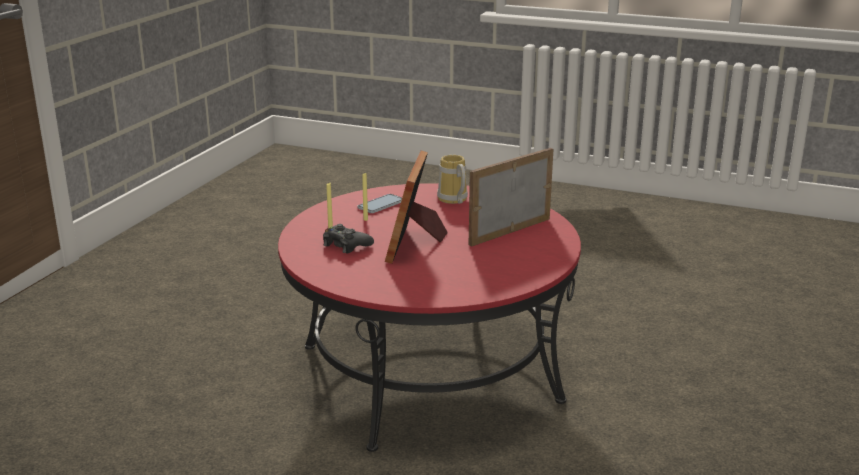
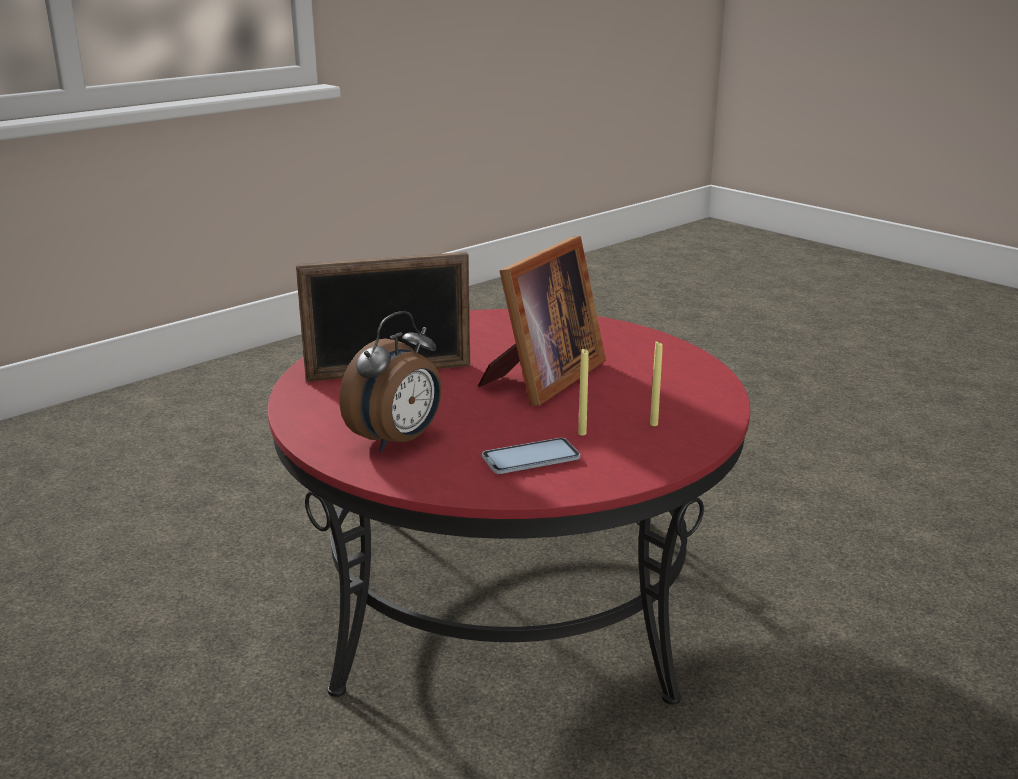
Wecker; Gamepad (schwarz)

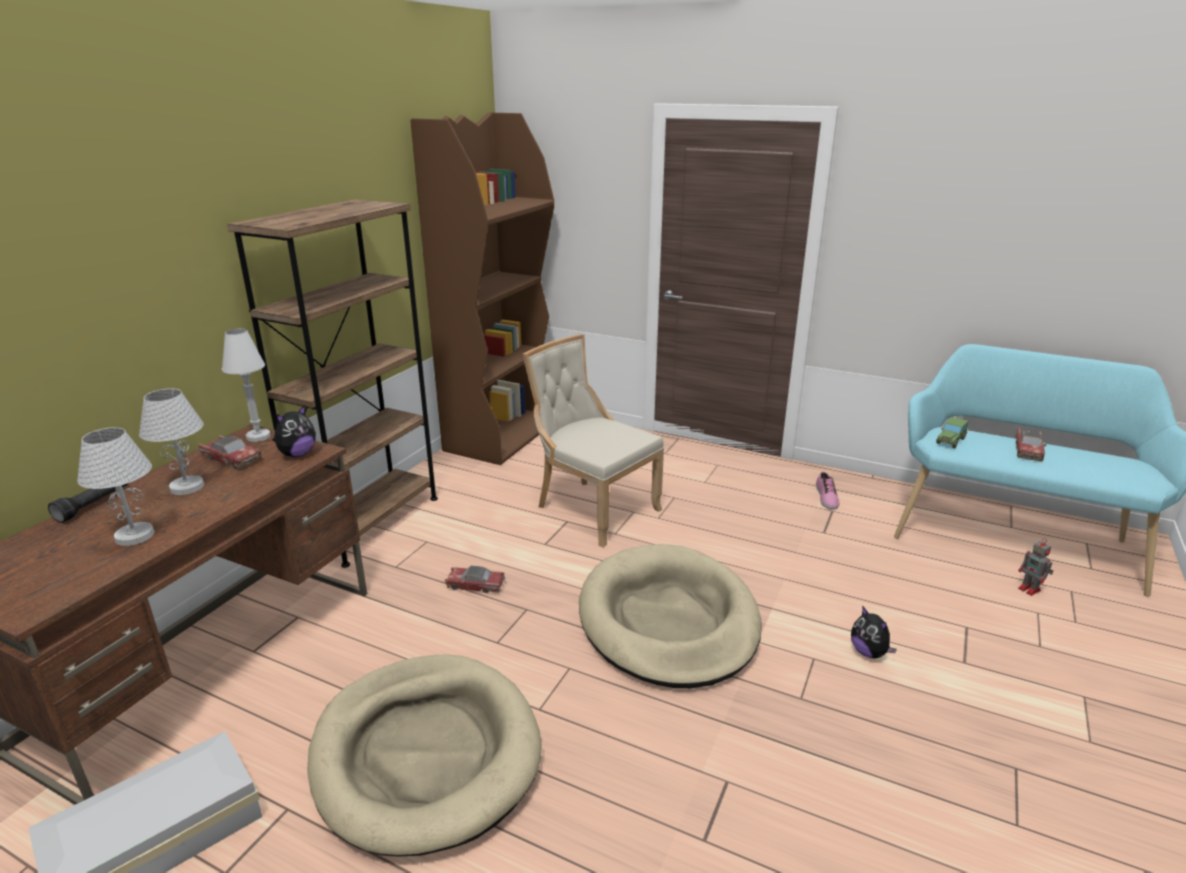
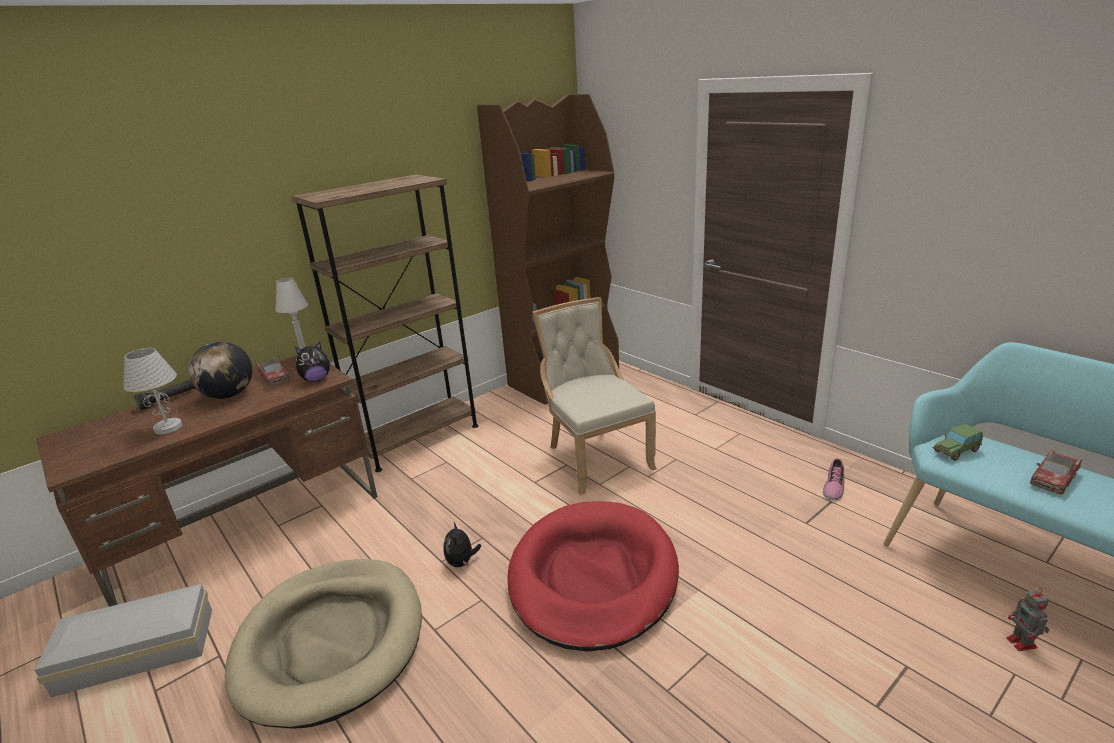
Globus; Hundebett (rot); Spielzeugauto (no. 2 from left in the first image); Plüschtier (no. 2 from left)

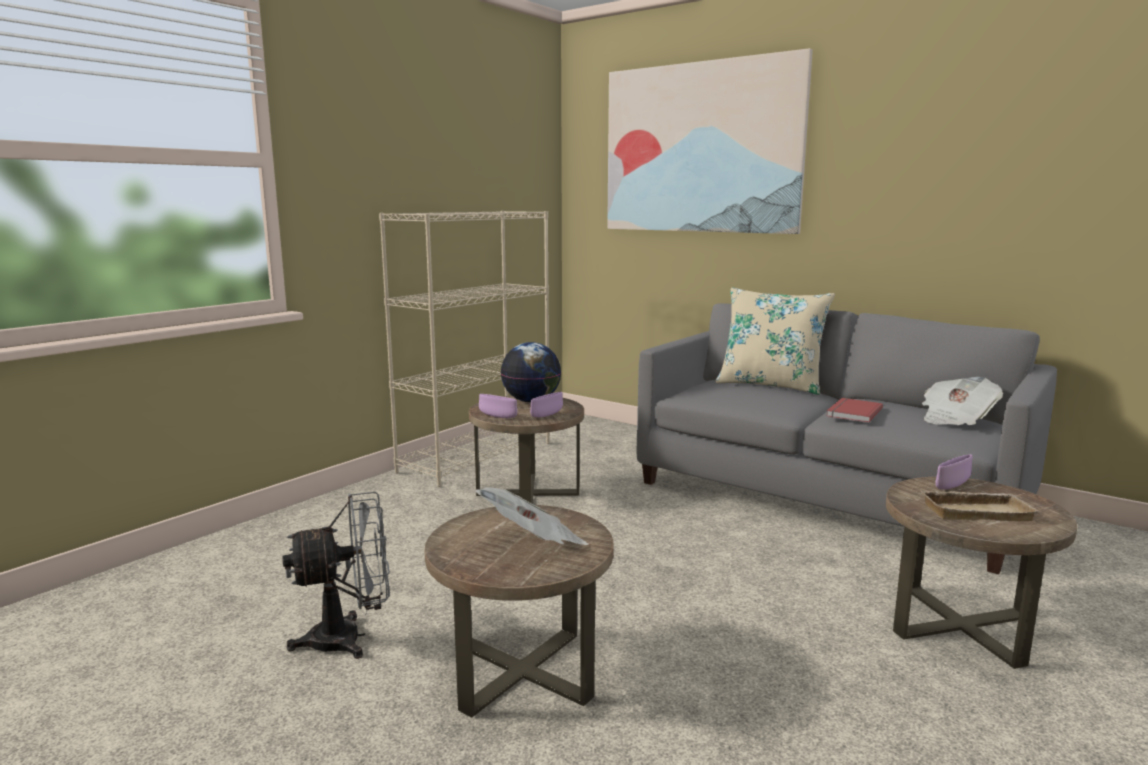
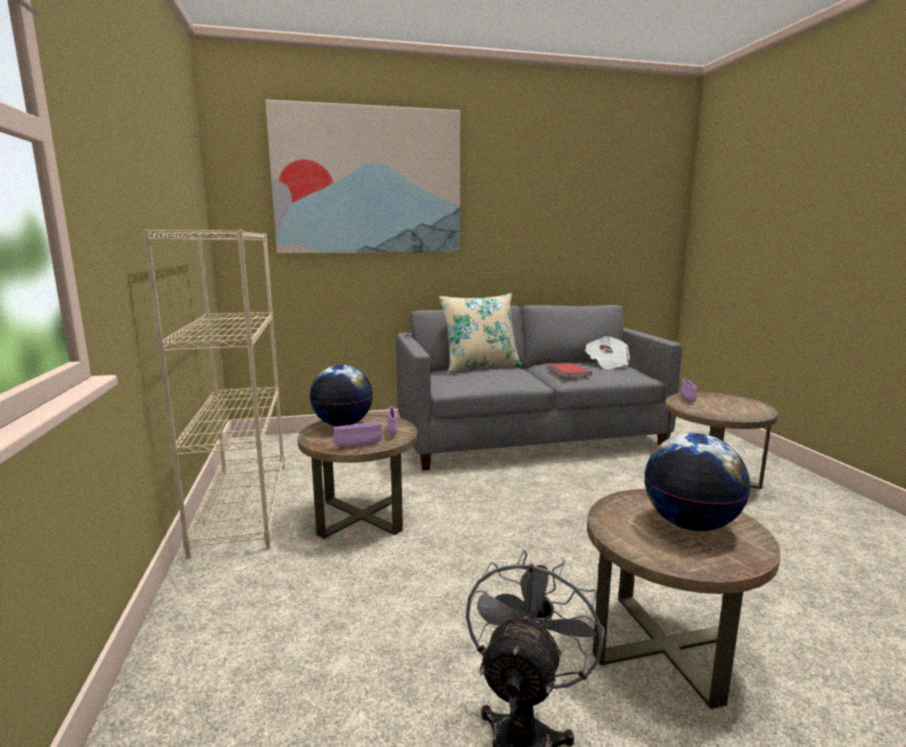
Globus (no. 2 from left); Tablett (beige)

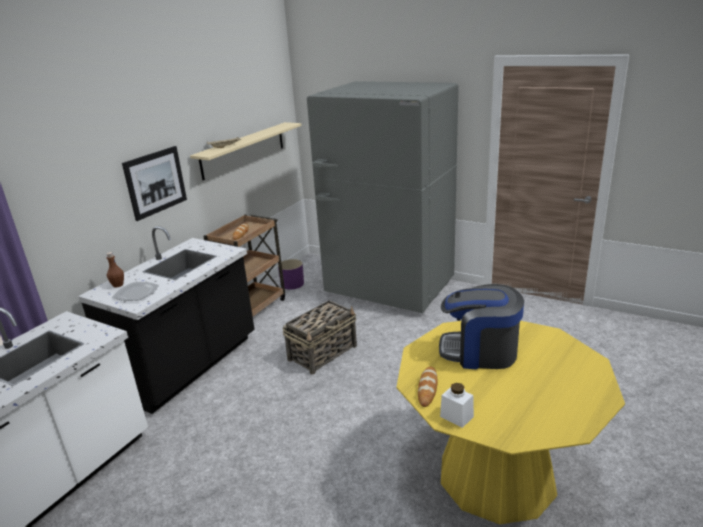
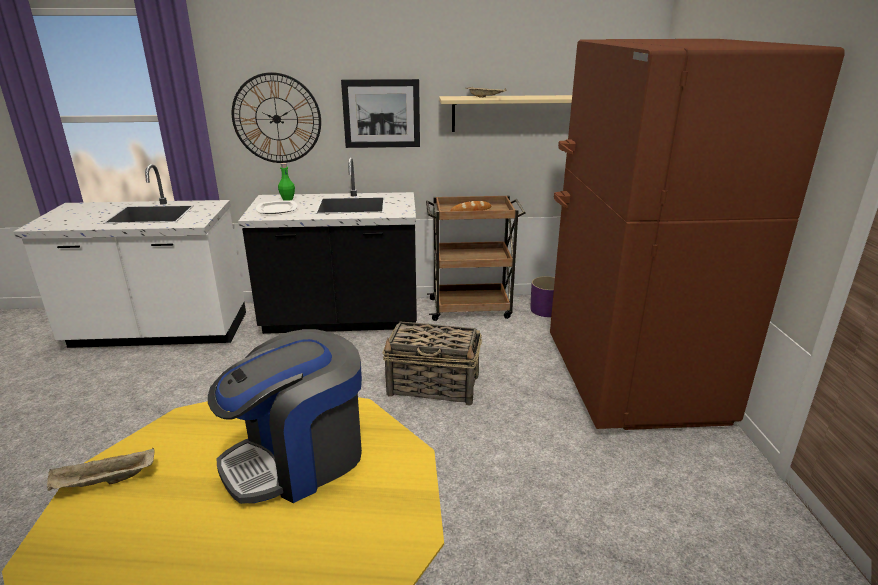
Kühlschrank (braun); Flasche (grün); Kaffeemaschine; Brot (no. 2 from left in the first image); Tablett (beige) (no. 1 from left); Wanduhr

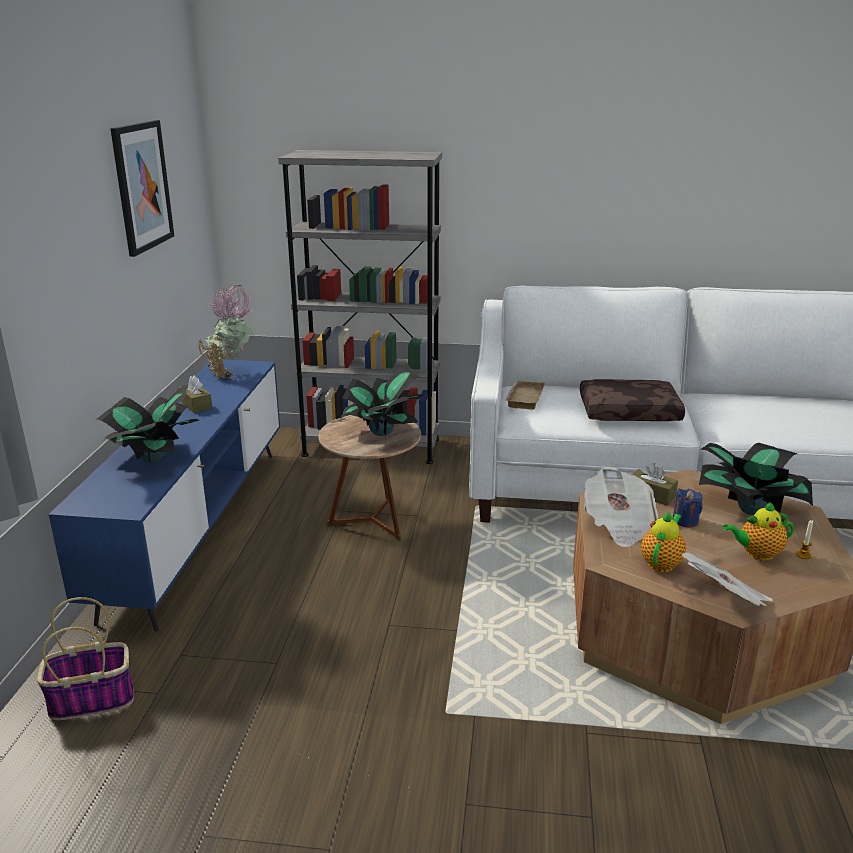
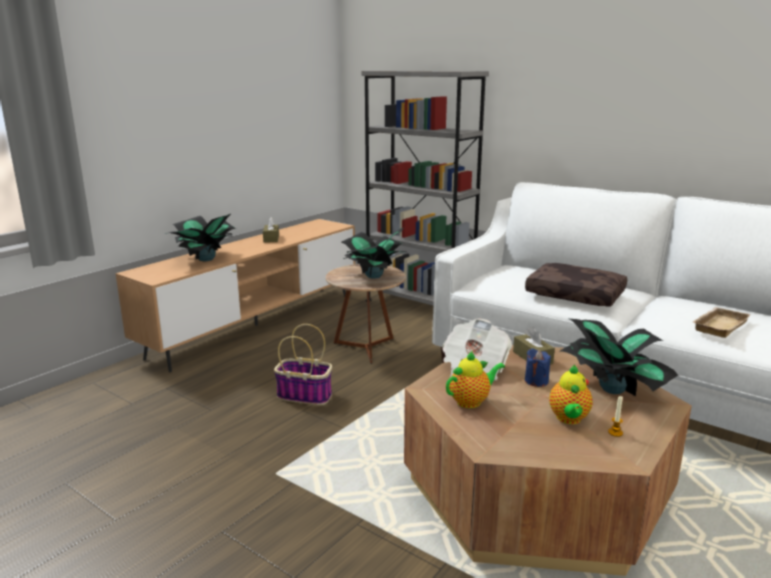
Bild; Topfpflanze (no. 2 from left in the first image); Fernsehschrank (braun); Tablett (beige); Teekanne (no. 2 from left); Zeitung (no. 2 from left in the first image); Korb

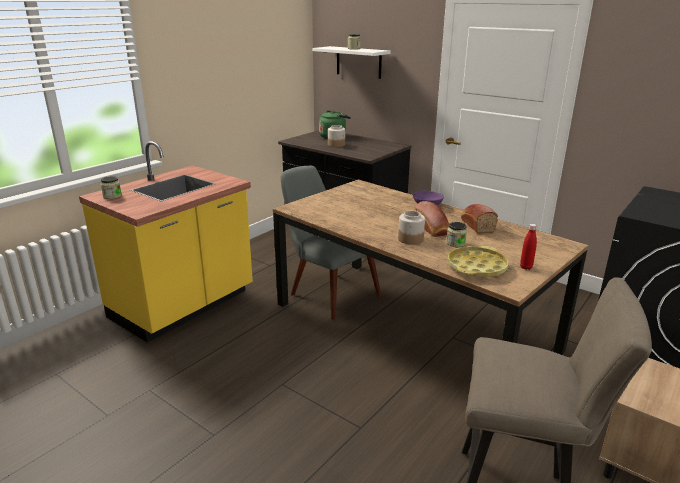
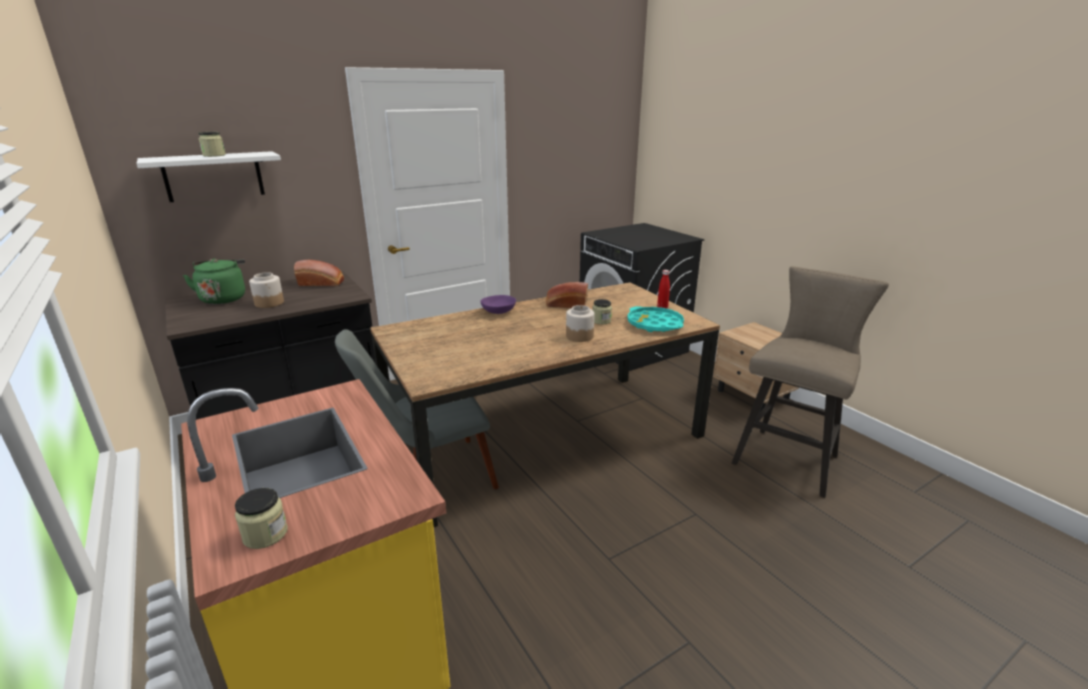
Brot (no. 1 from left); Tablett (türkis)

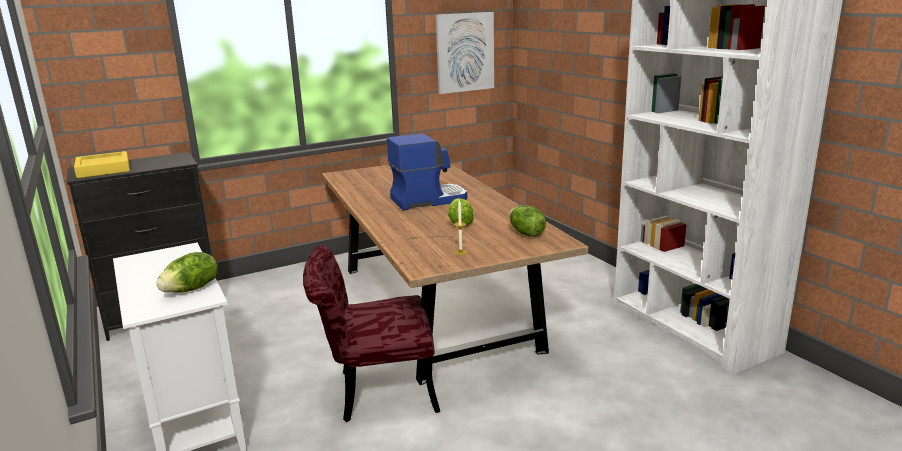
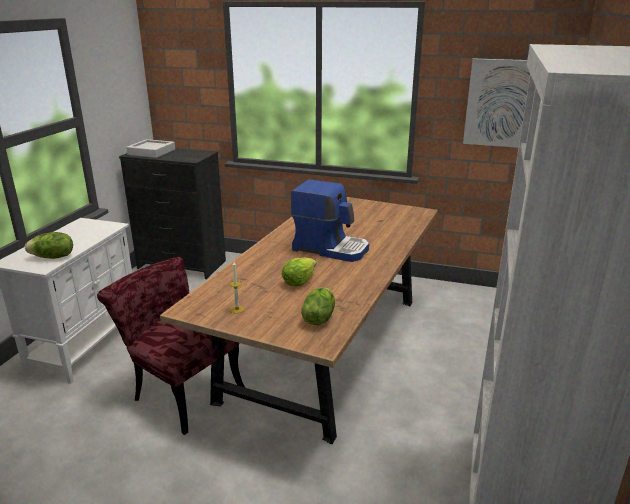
Tablett (grau)

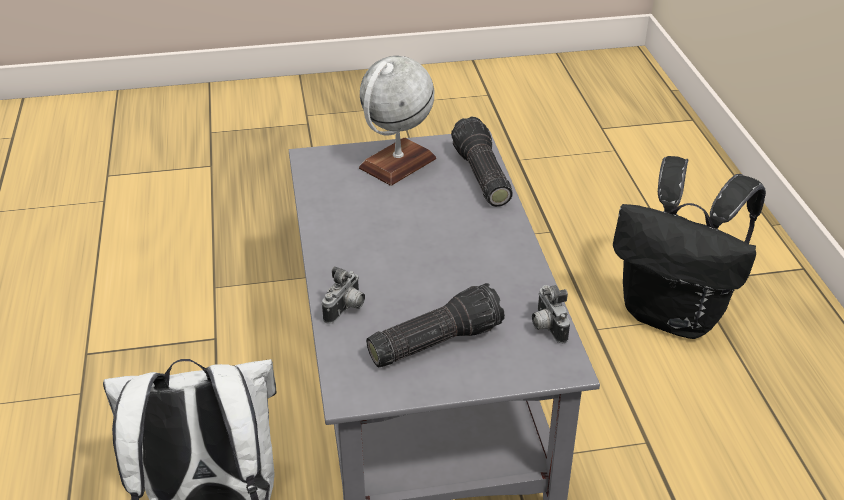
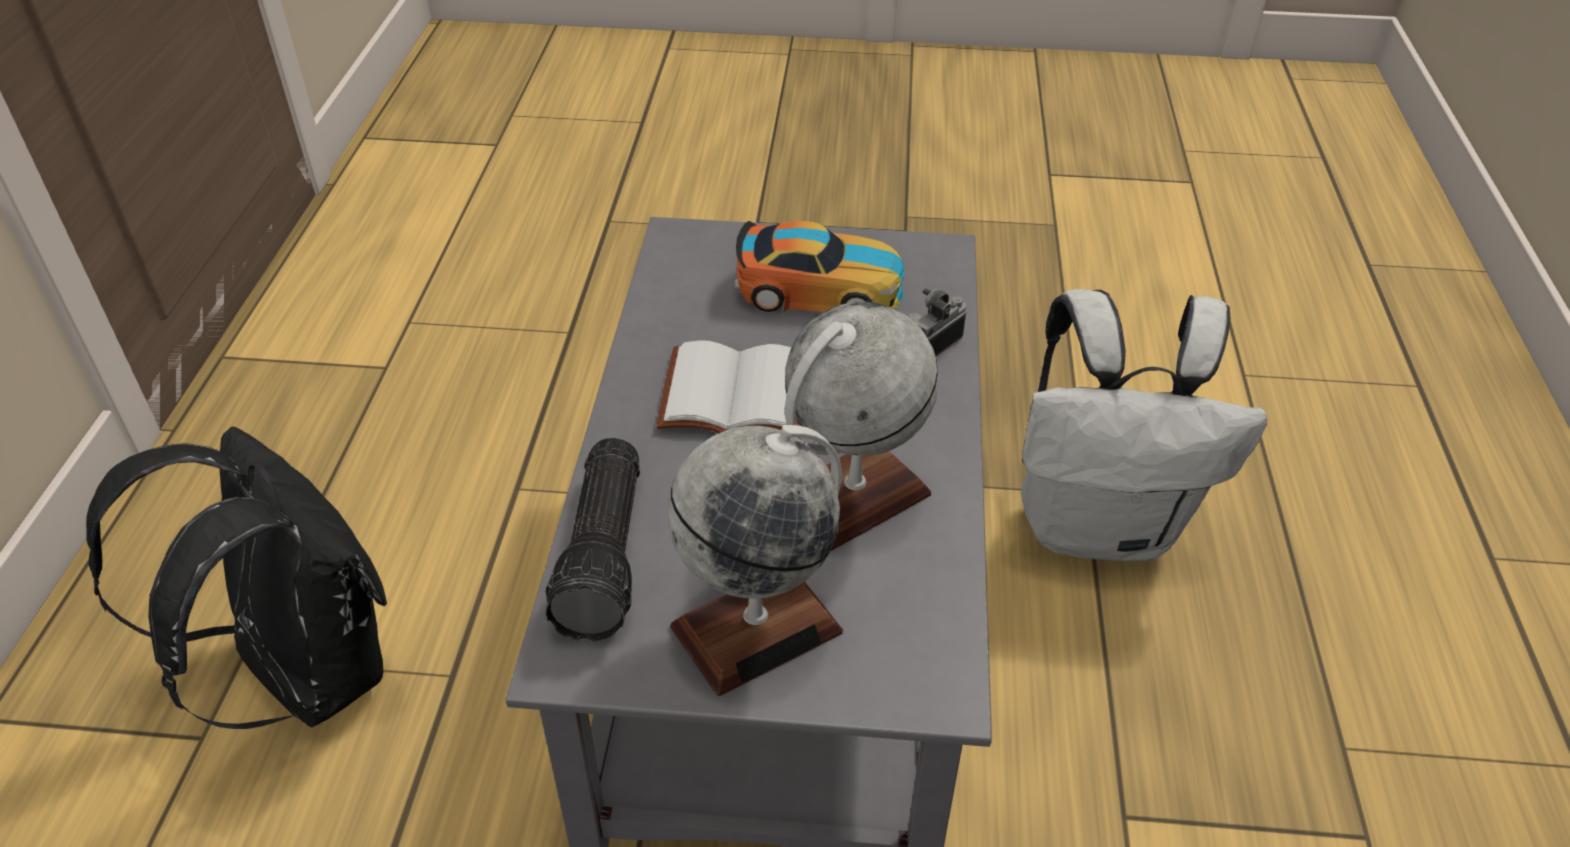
Spielzeugauto; Kamera (no. 2 from left in the first image); Globus (no. 2 from left); Buch (weiß)

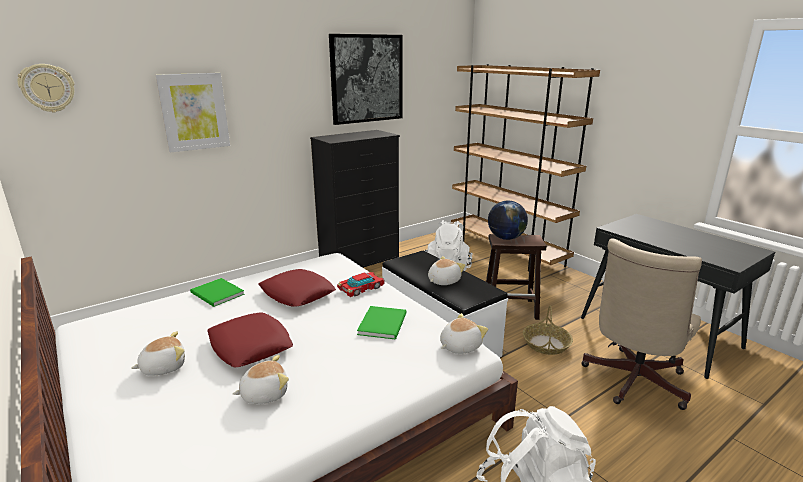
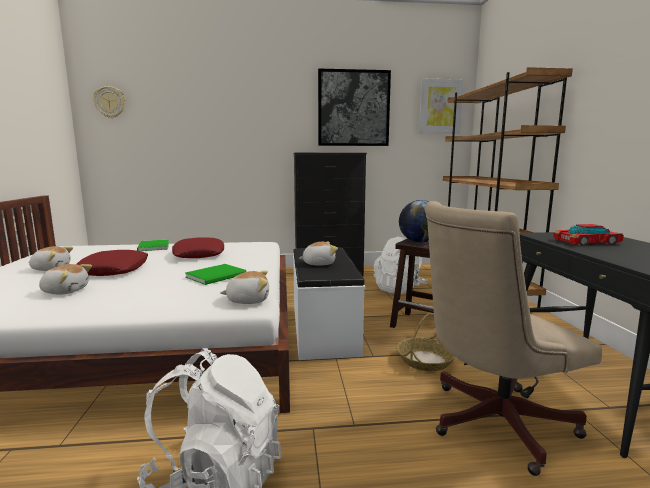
Bild (no. 2 from left); Spielzeugauto

